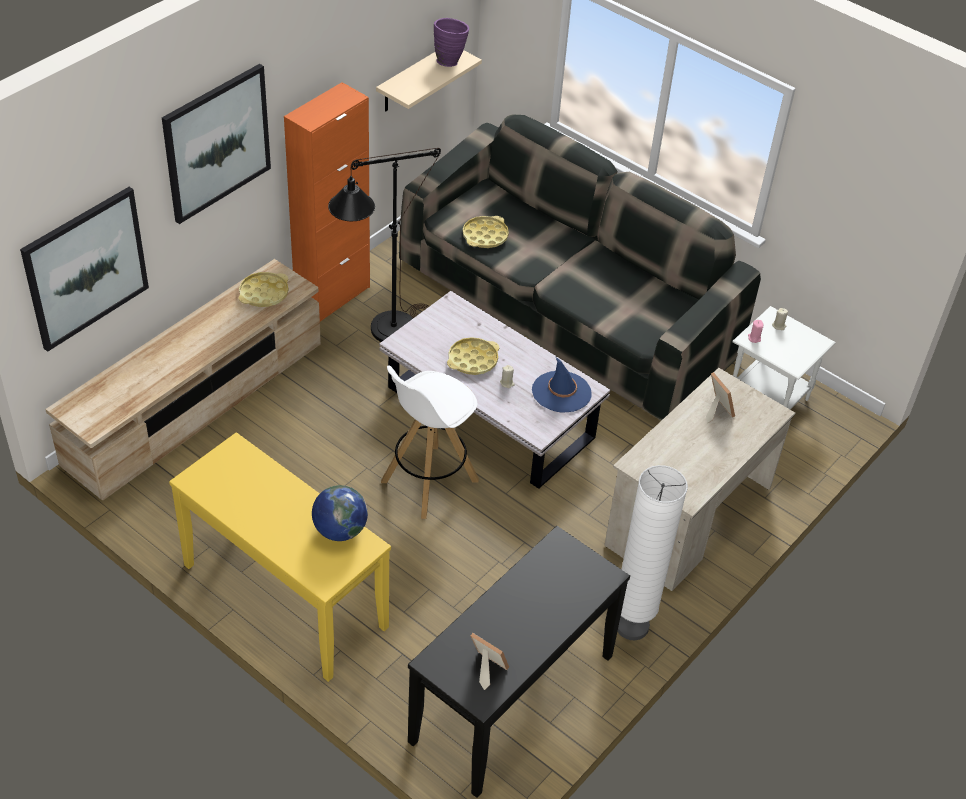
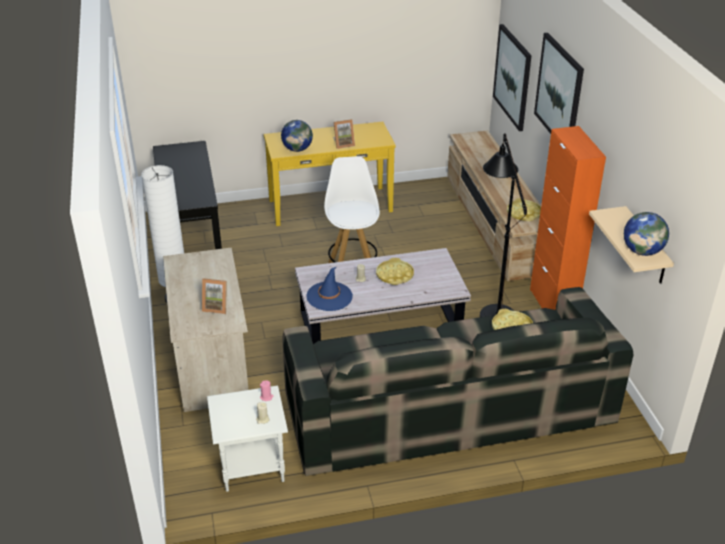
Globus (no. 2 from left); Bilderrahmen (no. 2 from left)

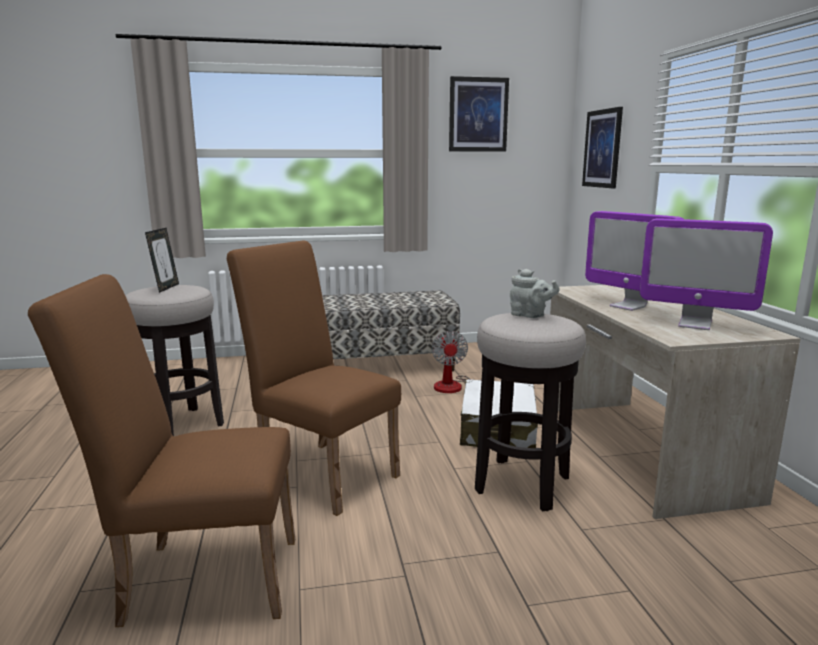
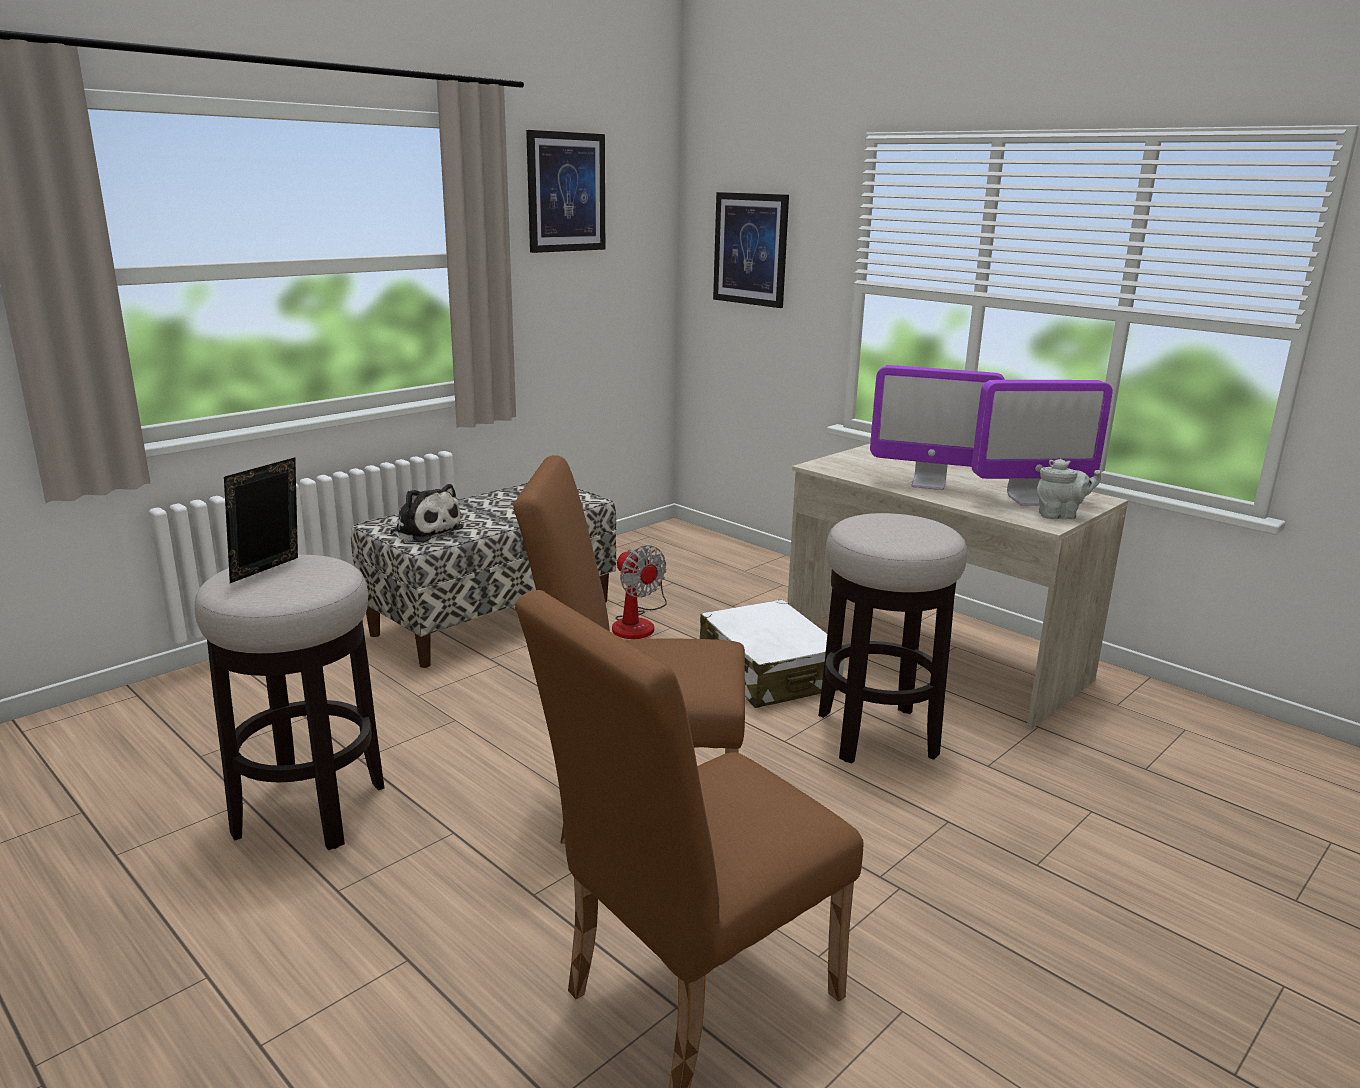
Bilderrahmen; Teekanne (grau); Plüschtier

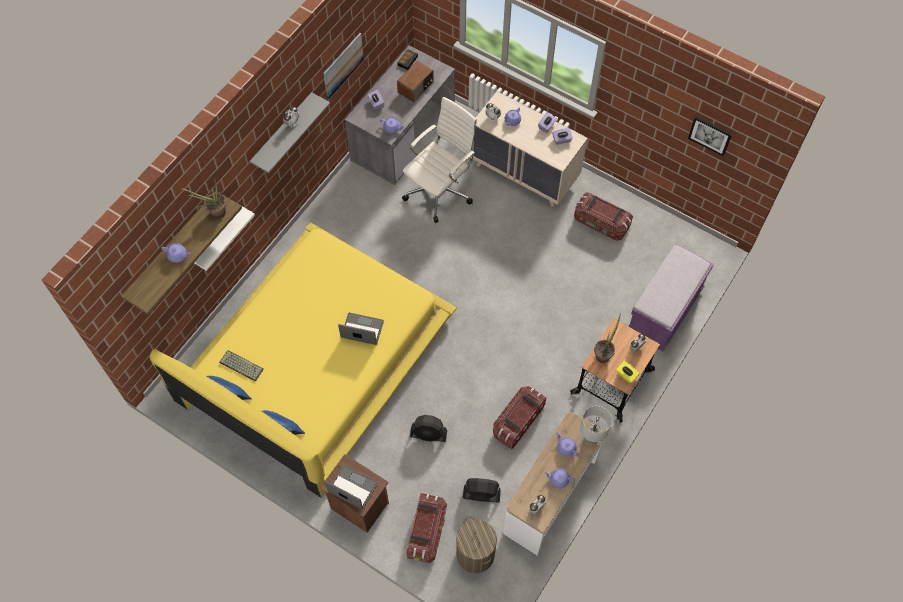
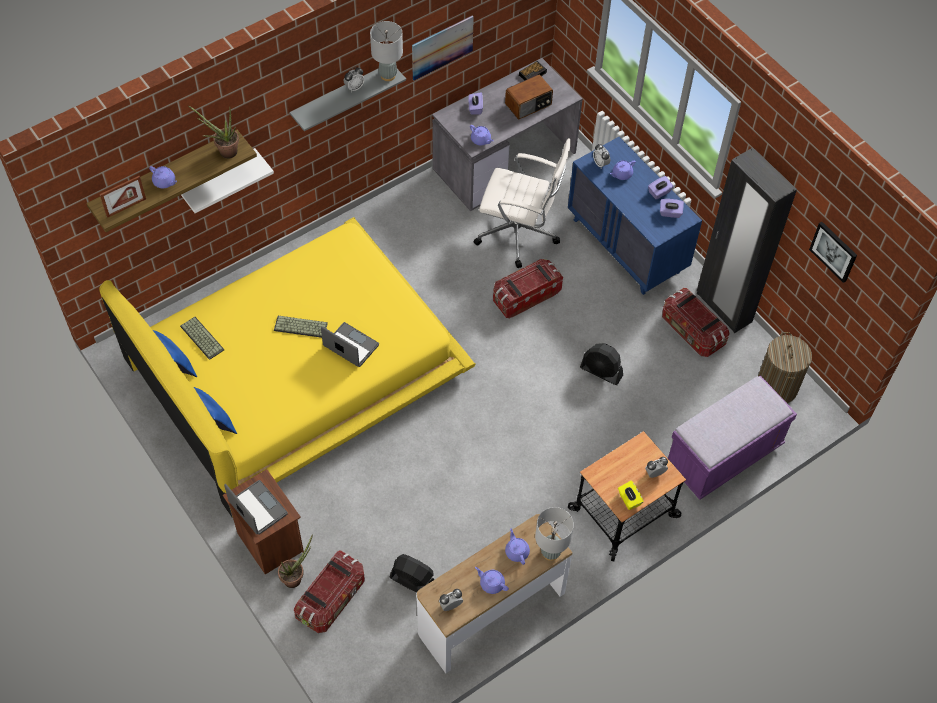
Kommode (blau); Bürostuhl (weiß); Topfpflanze (no. 2 from left); Aufbewahrungsbox (no. 2 from left); Ventilator (schwarz) (no. 2 from left); Wäschekorb; Tischlampe (grau) (no. 1 from left); Kleiderschrank (schwarz); Bilderrahmen; Tastatur (no. 2 from left)

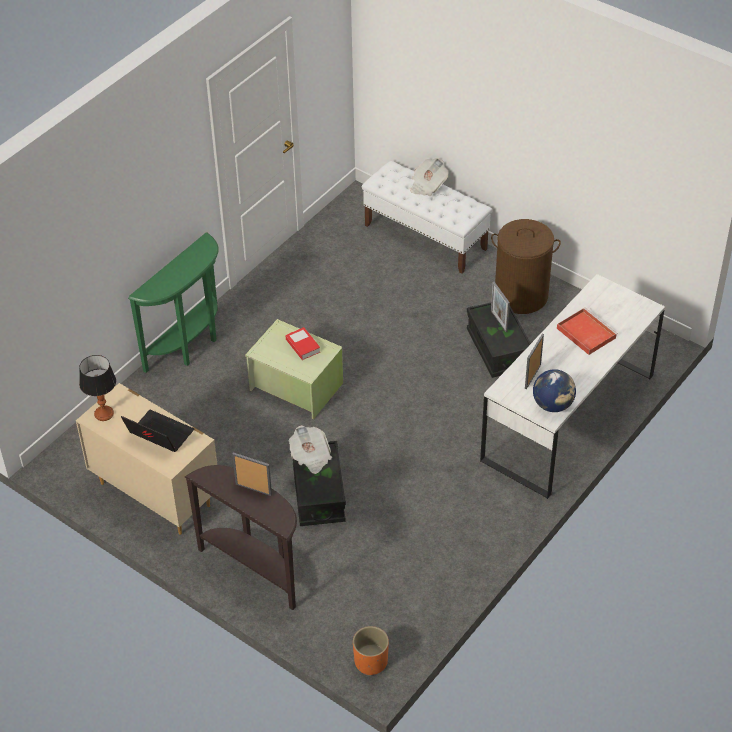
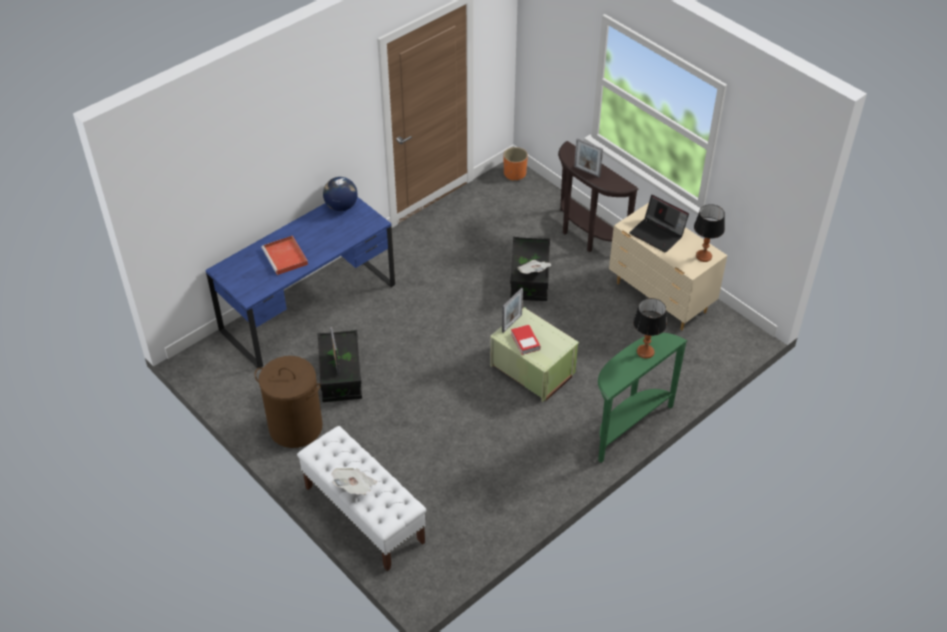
Schreibtisch (blau); Bilderrahmen (no. 2 from left); Tischlampe (no. 1 from left)

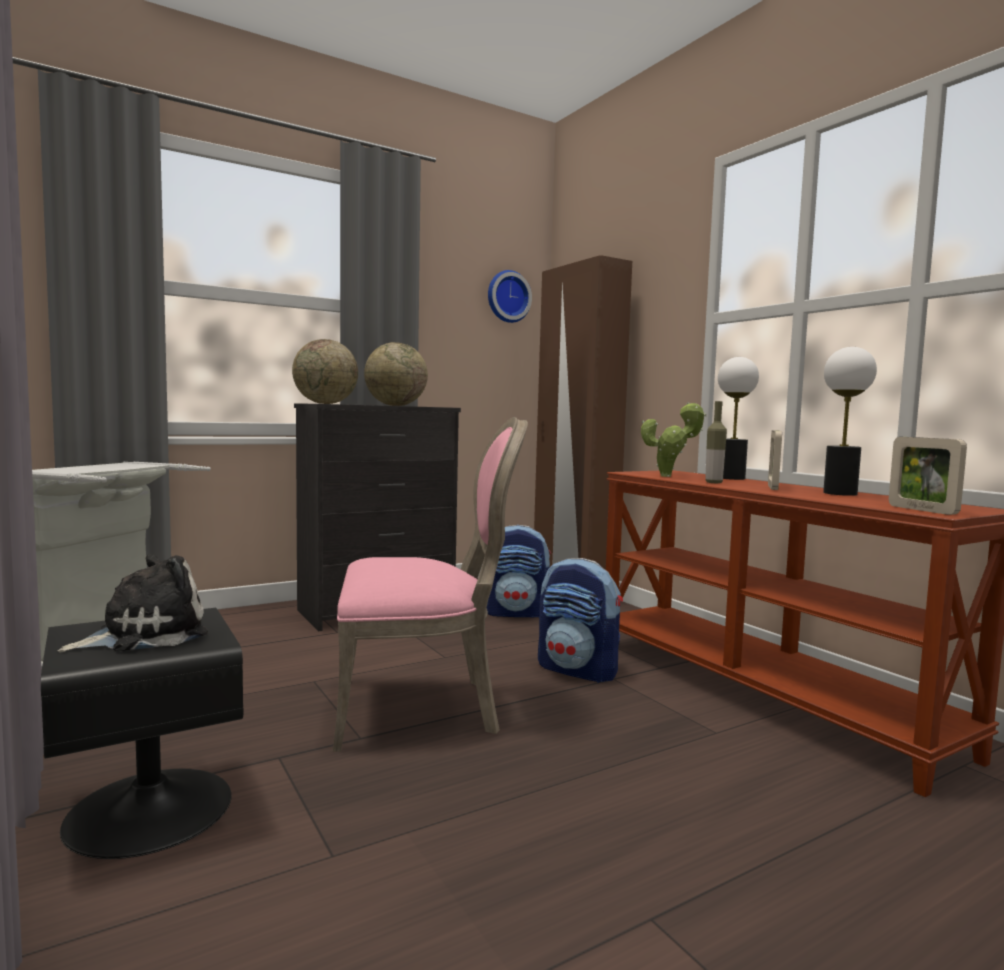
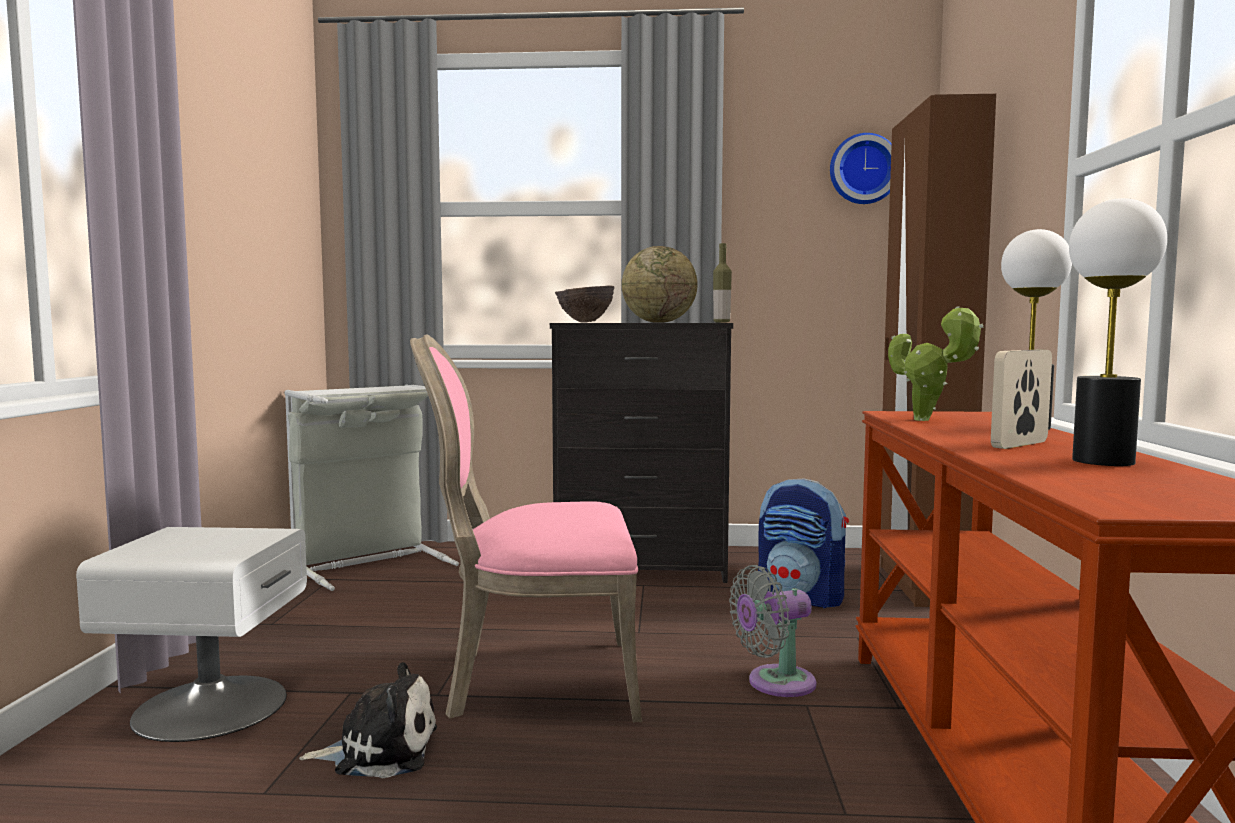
Schüssel (braun); Flasche; Stuhl (rosa); Bilderrahmen (no. 2 from left in the first image); Plüschtier; Ventilator (grau); Nachttisch (weiß)

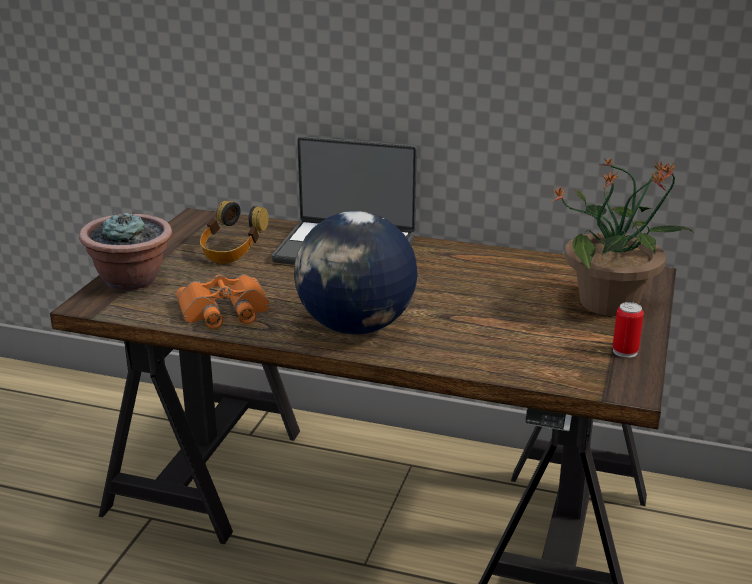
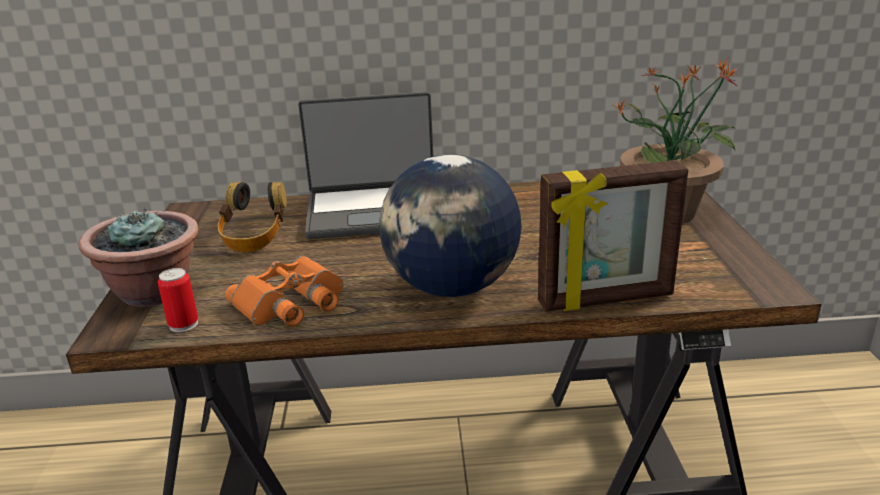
Dose; Bilderrahmen

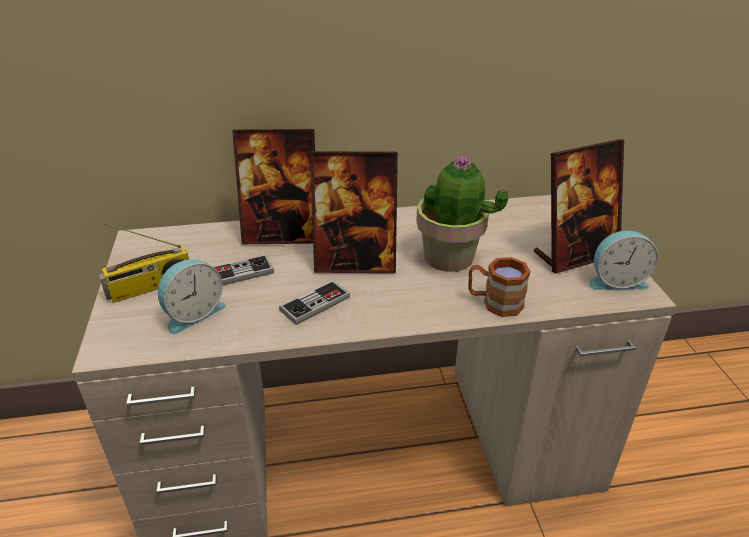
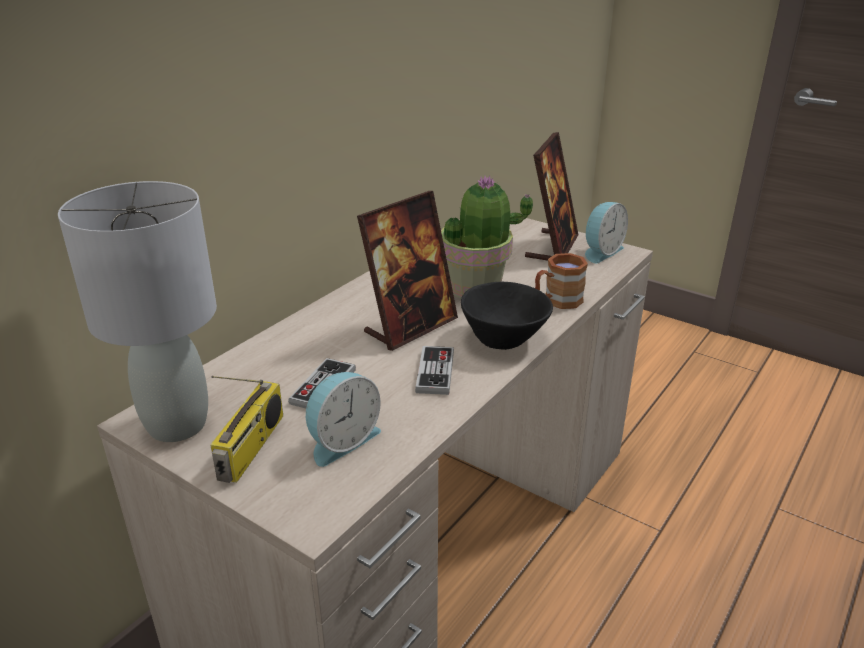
Bilderrahmen (no. 1 from left in the first image); Wecker (no. 1 from left); Tischlampe (grau); Schüssel (schwarz)

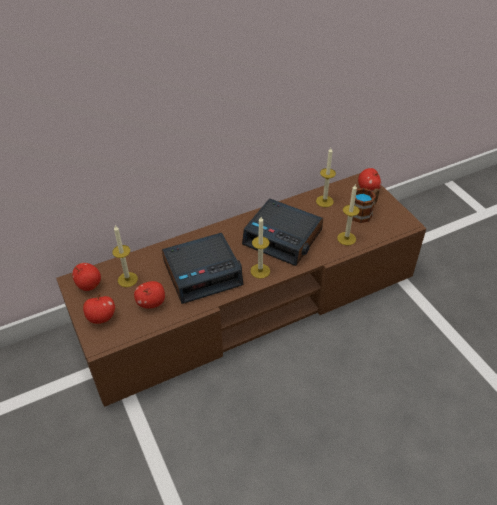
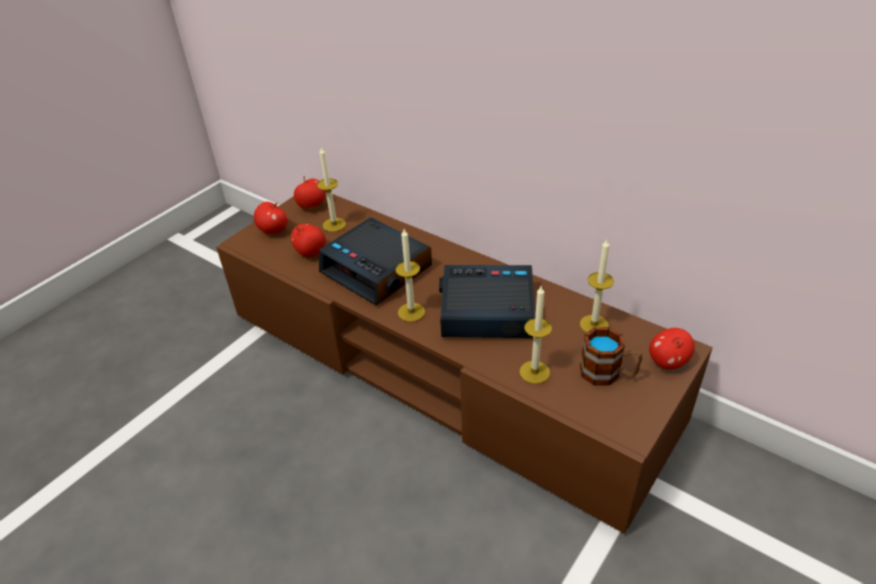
Wecker (no. 2 from left)

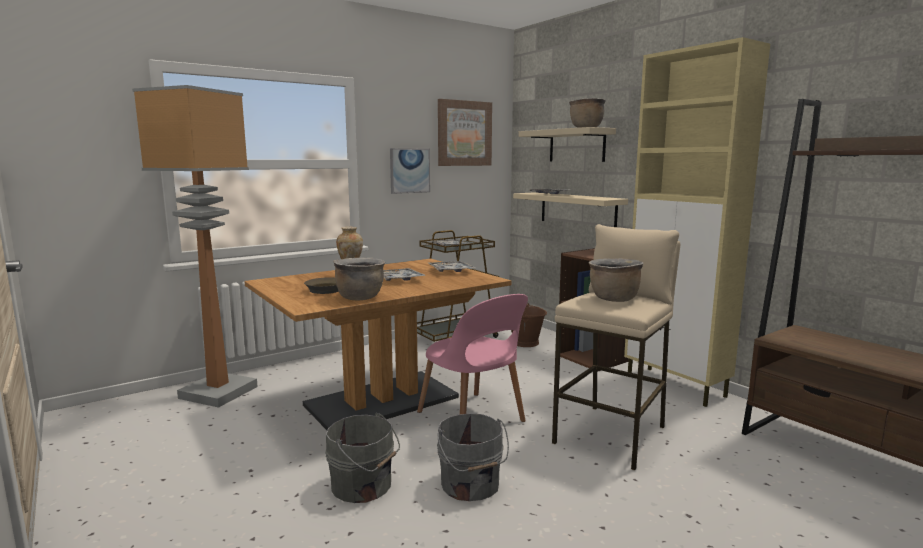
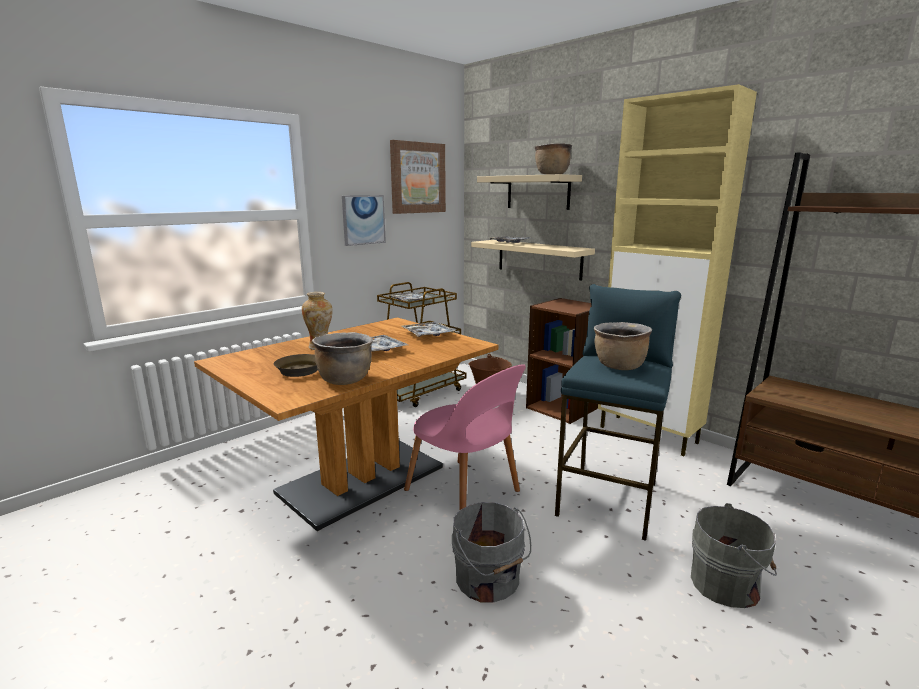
Stehlampe; Hocker (blau); Eimer (grau) (no. 2 from left)

